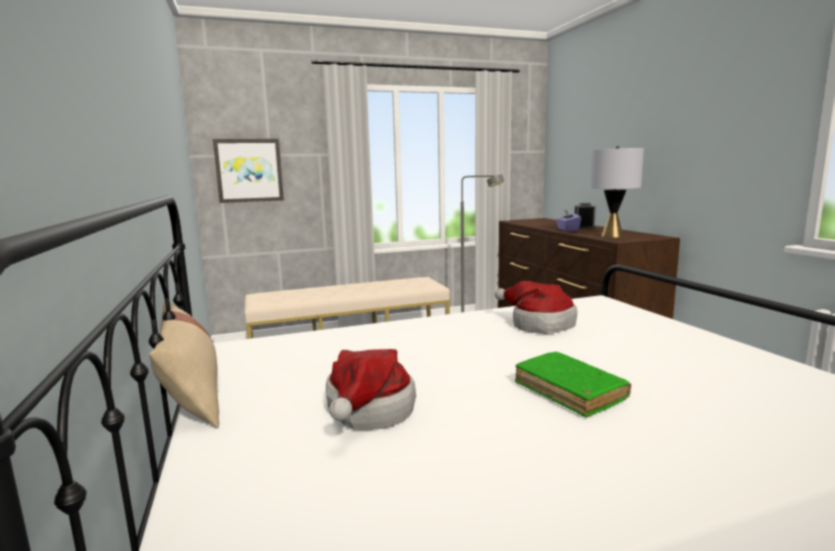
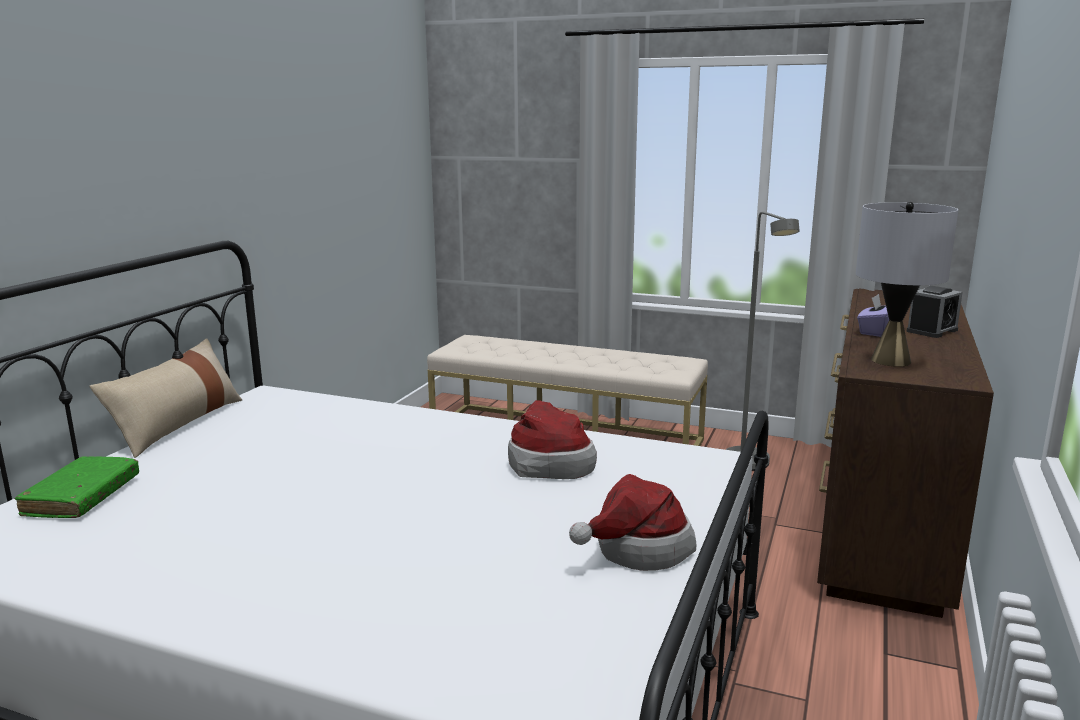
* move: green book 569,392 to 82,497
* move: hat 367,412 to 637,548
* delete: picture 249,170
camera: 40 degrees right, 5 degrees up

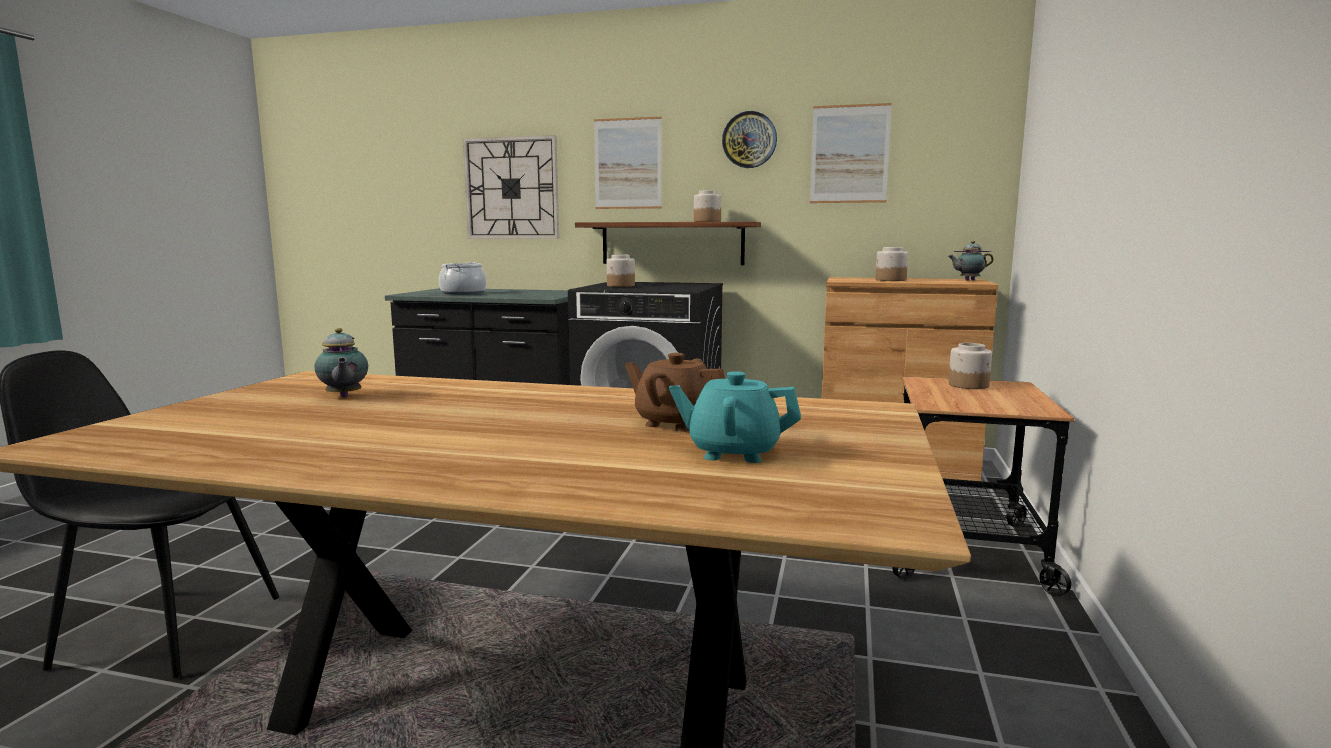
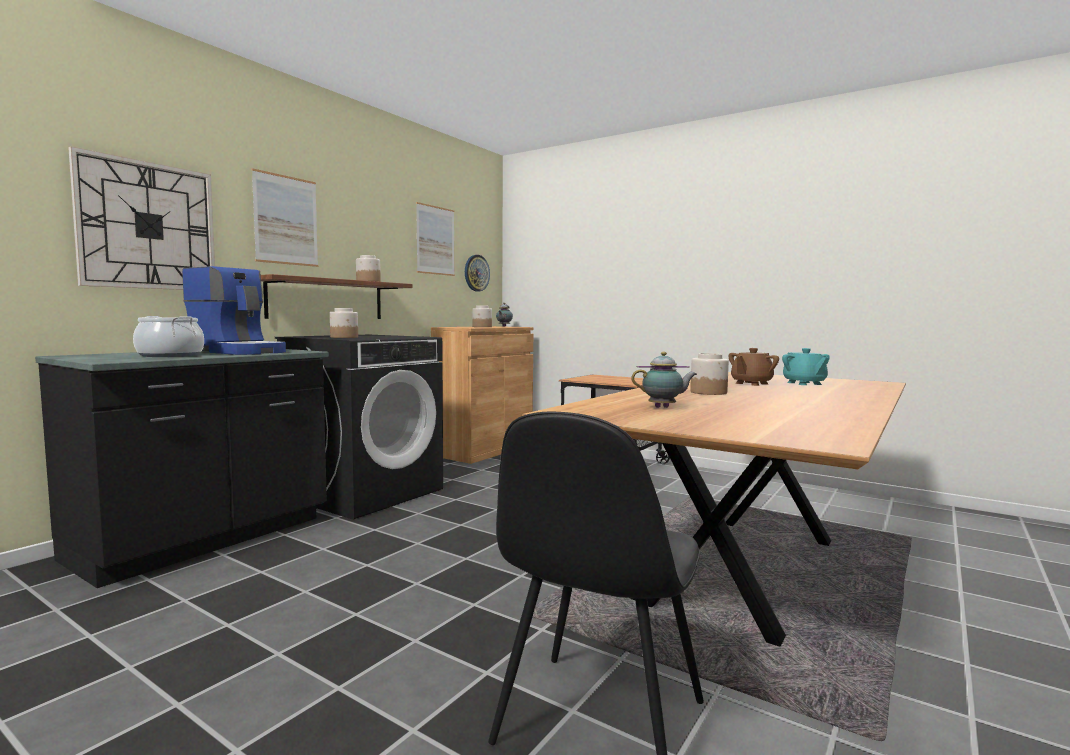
* insert: coffee machine 238,351
* move: wall clock 749,140 to 476,273
* move: jar 969,385 to 708,392
* rotate: turquoise teapot 733,452 = 804,383 45 degrees counterclockwise
camera: 70 degrees left, 5 degrees down

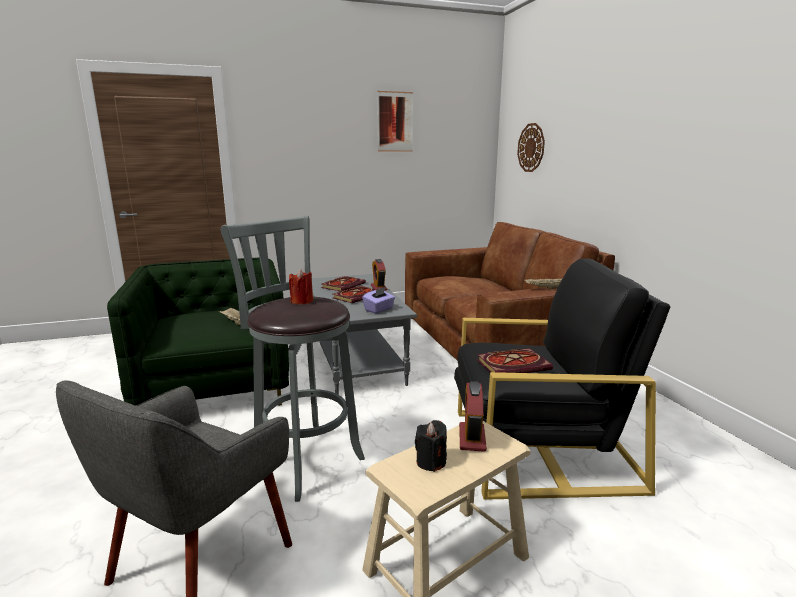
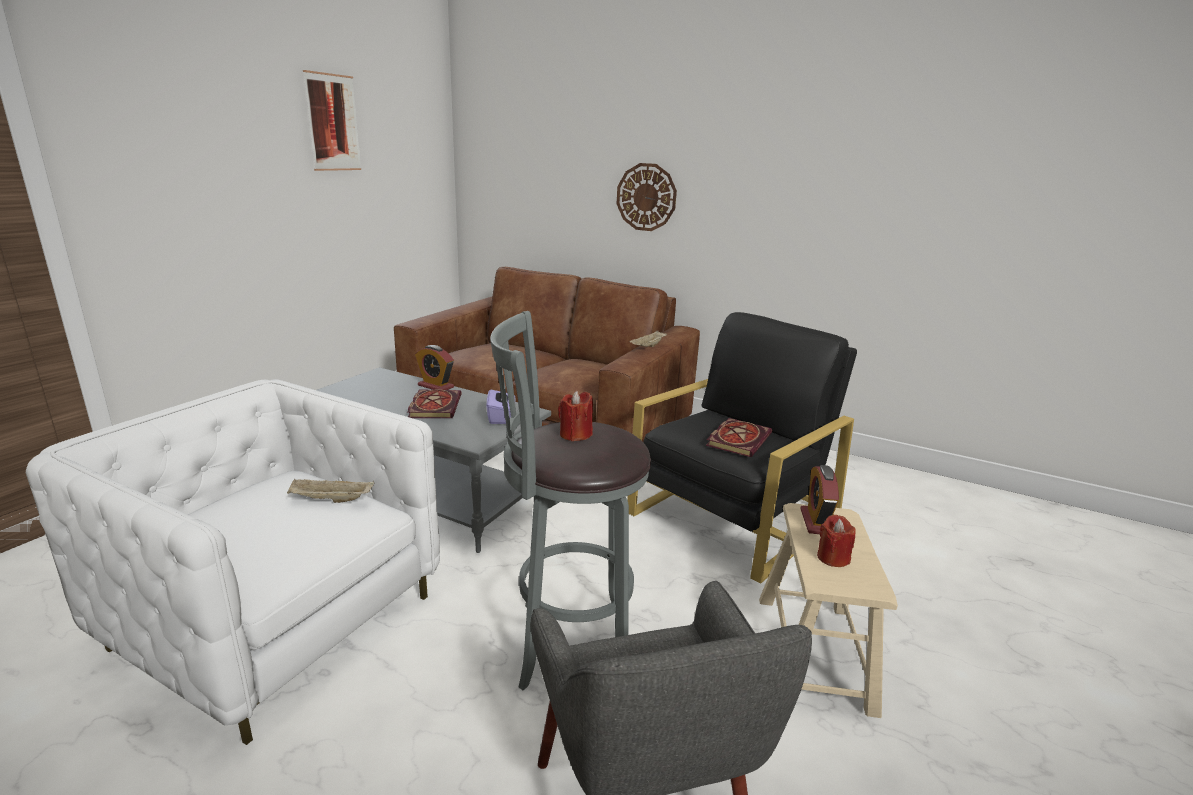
* recolor: green armchair 216,387 to white armchair 277,621
* move: wall clock 531,147 to 646,197
* rotate: alarm clock 472,438 = 817,522 45 degrees clockwise
* recolor: black candle 431,462 to red candle 832,558
* delete: book 343,285
camera: 45 degrees left, 5 degrees up

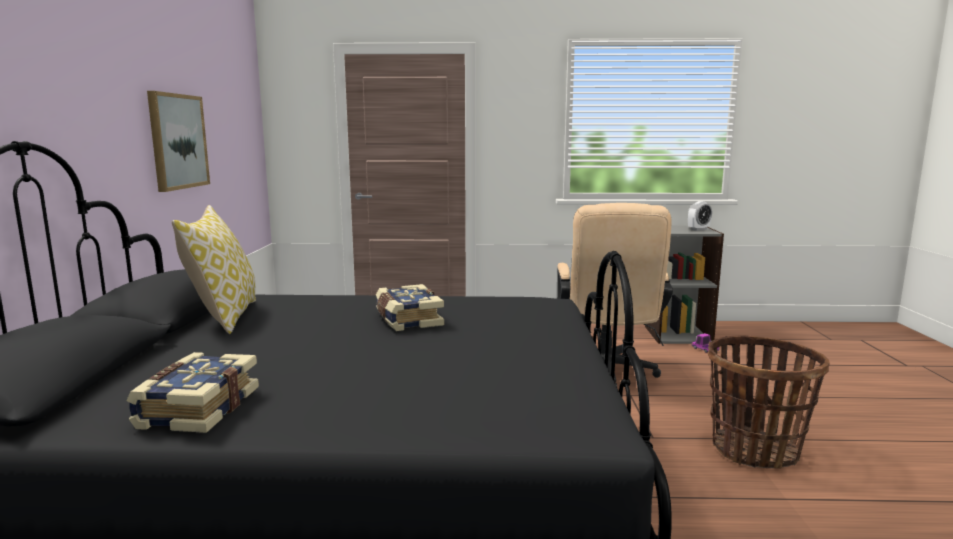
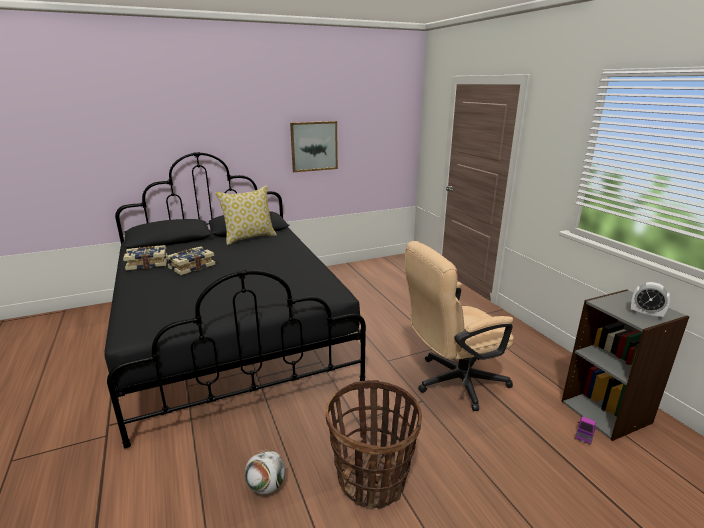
* move: book 407,320 to 191,266
* insert: football 266,486
camera: 65 degrees right, 10 degrees up

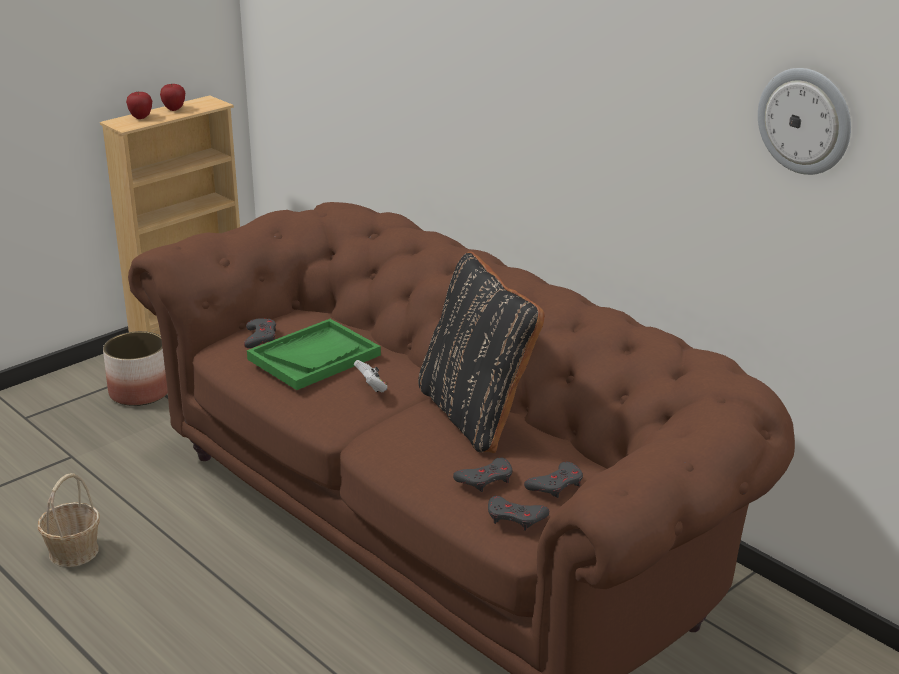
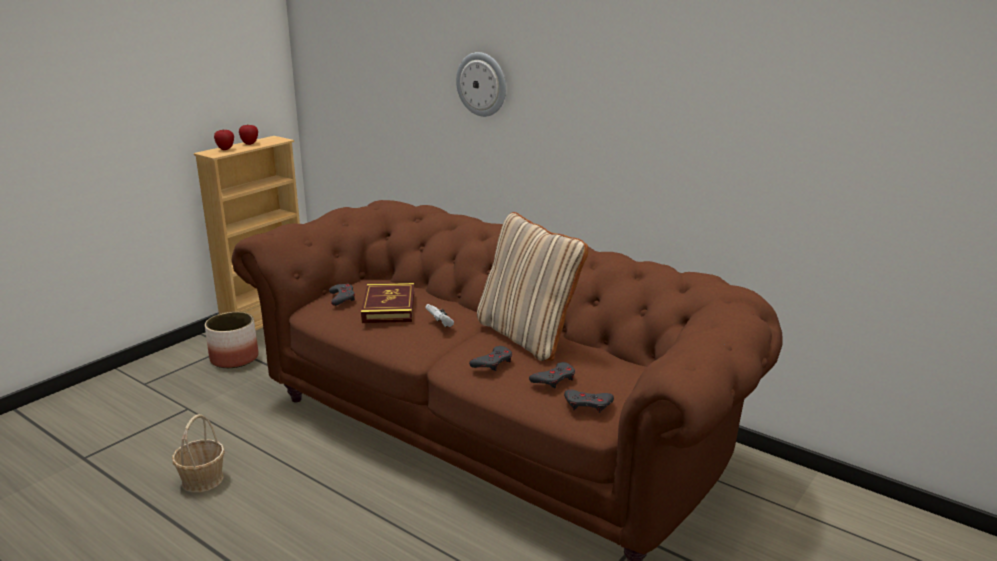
* replace: green tray 314,357 to book 389,307
* move: wall clock 805,121 to 482,84
* move: grey game controller 556,485 to 493,362
* recolor: black pillow 476,414 to beige pillow 528,336
camera: 10 degrees left, 5 degrees down

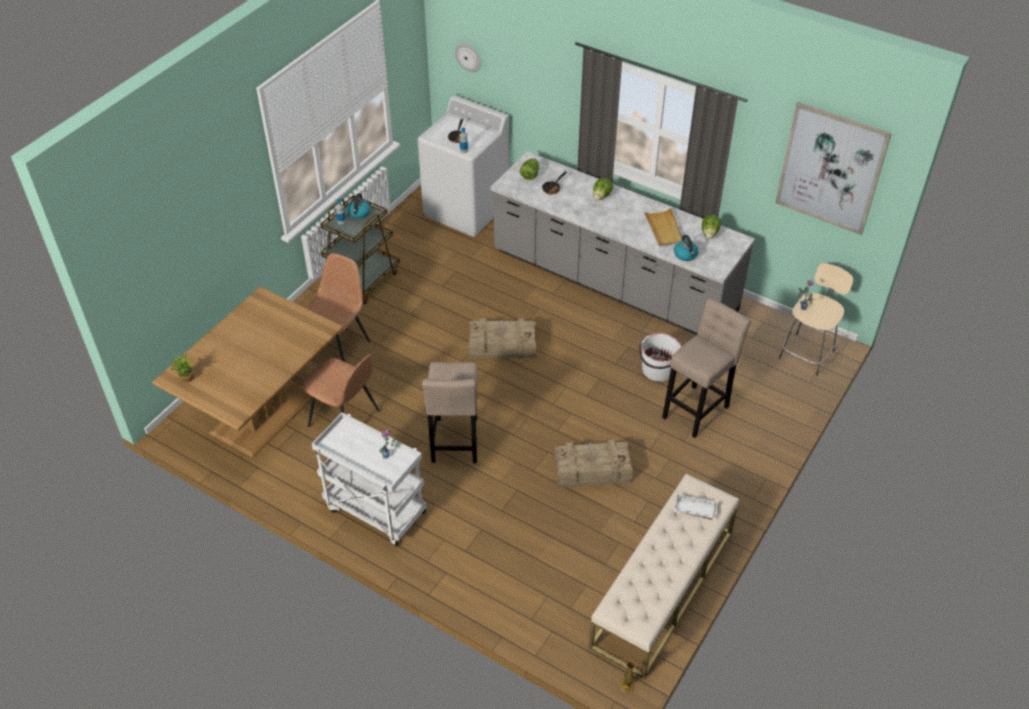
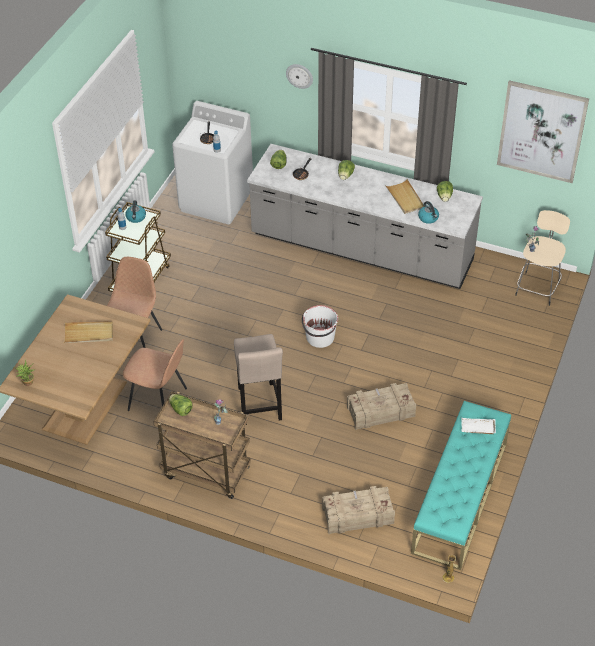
* insert: beige tray 89,334
* recolor: white cart 374,511 to brown cart 205,472
* insert: lettuce 180,409
* move: wall clock 468,57 to 299,75
* move: white bucket 657,370 to 320,338
* move: crate 502,346 to 357,515
* recolor: beige bench 662,588 to turquoise bench 460,498
* delete: beige stool 697,409
camera: 10 degrees left, 0 degrees up

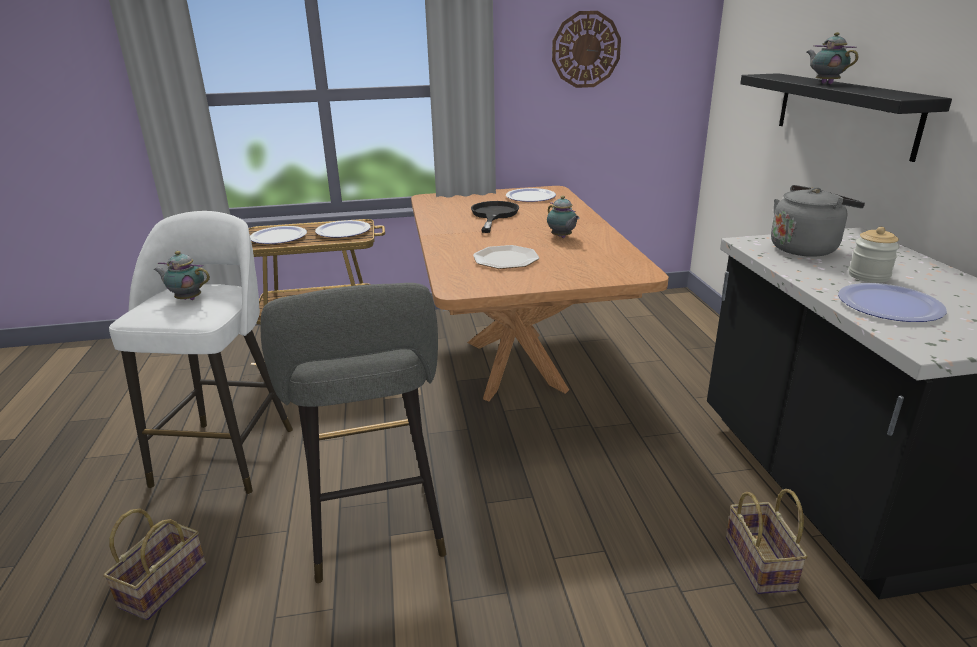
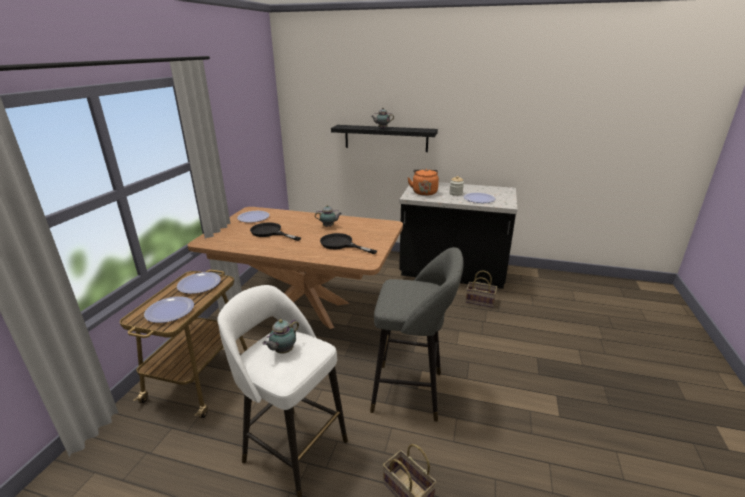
* replace: plate 505,259 to black frying pan 341,244
* recolor: grey kettle 805,248 to orange kettle 424,192
* delete: wall clock 586,50
camera: 65 degrees left, 0 degrees up

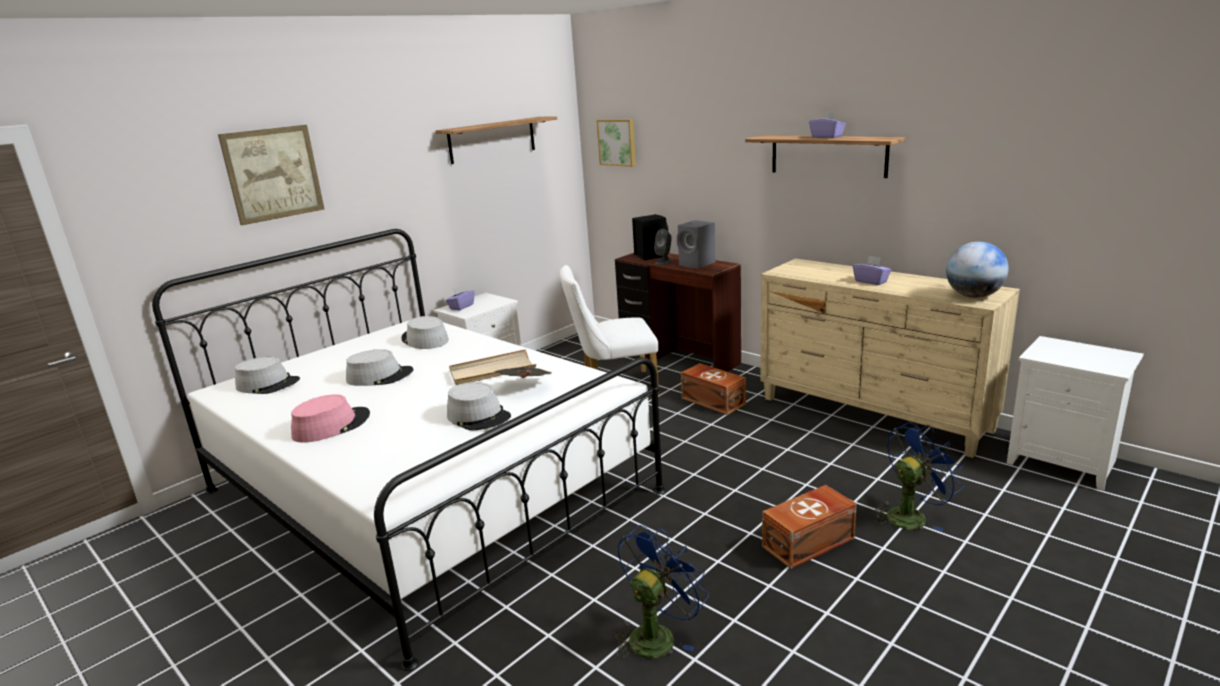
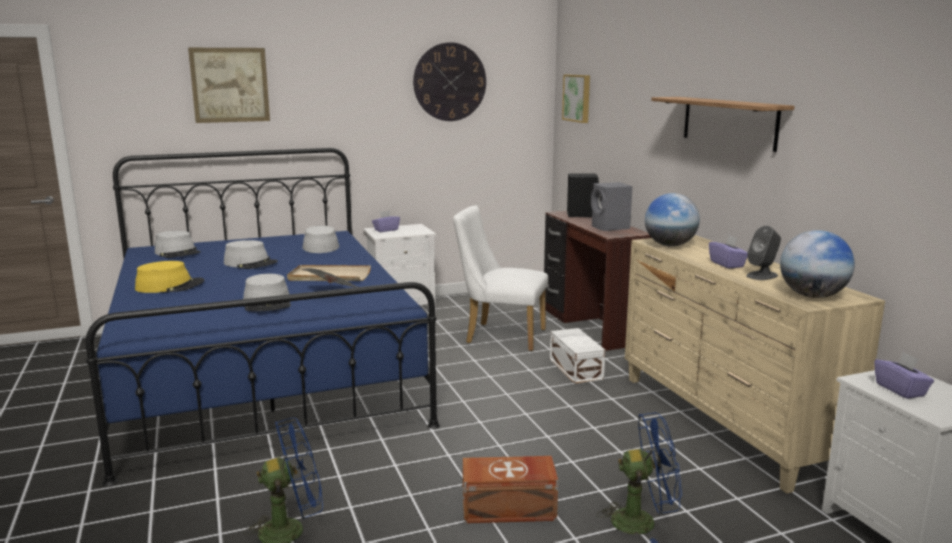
* recolor: white bed 426,491 to blue bed 263,372
* recolor: pink hat 331,426 to yellow hat 170,286
* replace: shelf 492,140 to wall clock 450,82
* recolor: brown storage box 713,401 to white storage box 576,368
* insert: globe 670,245
* move: grey speaker 664,261 to 762,275
* move: purple tissue box 827,137 to 900,390
camera: 25 degrees right, 5 degrees down

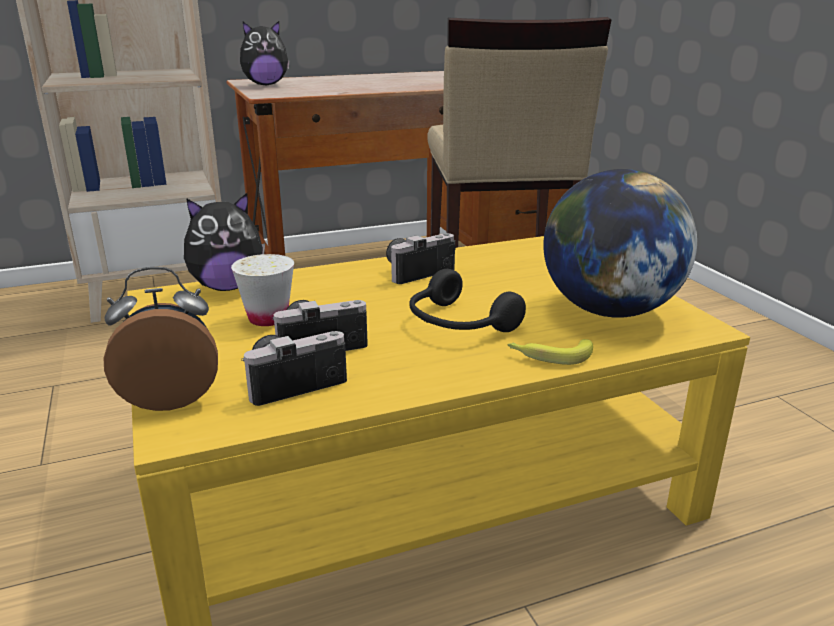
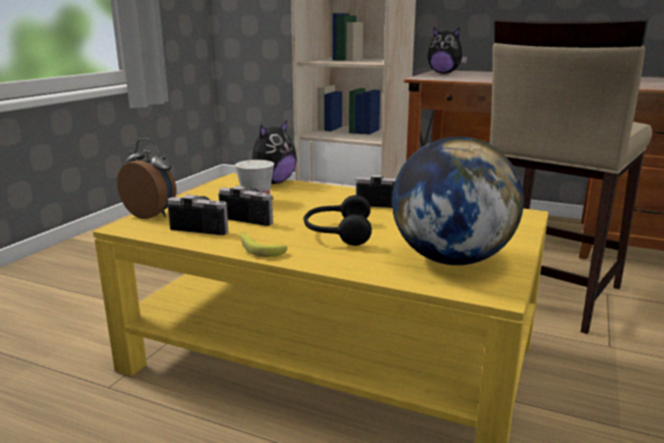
* move: banana 549,355 to 259,248
* rotate: plush toy 227,286 = 272,182 75 degrees counterclockwise
camera: 45 degrees right, 5 degrees down

